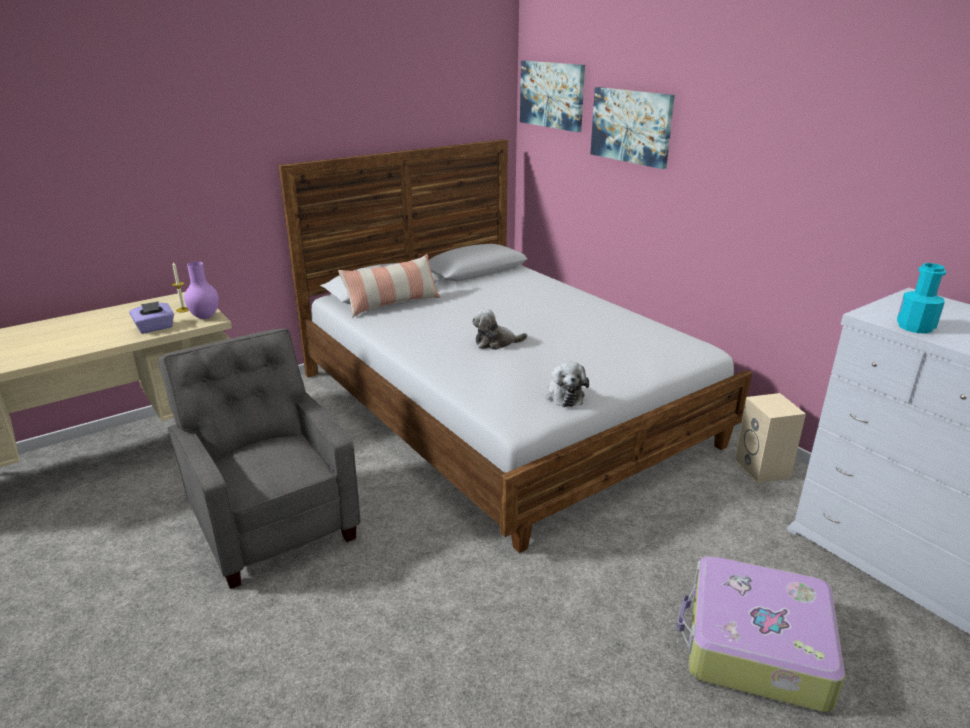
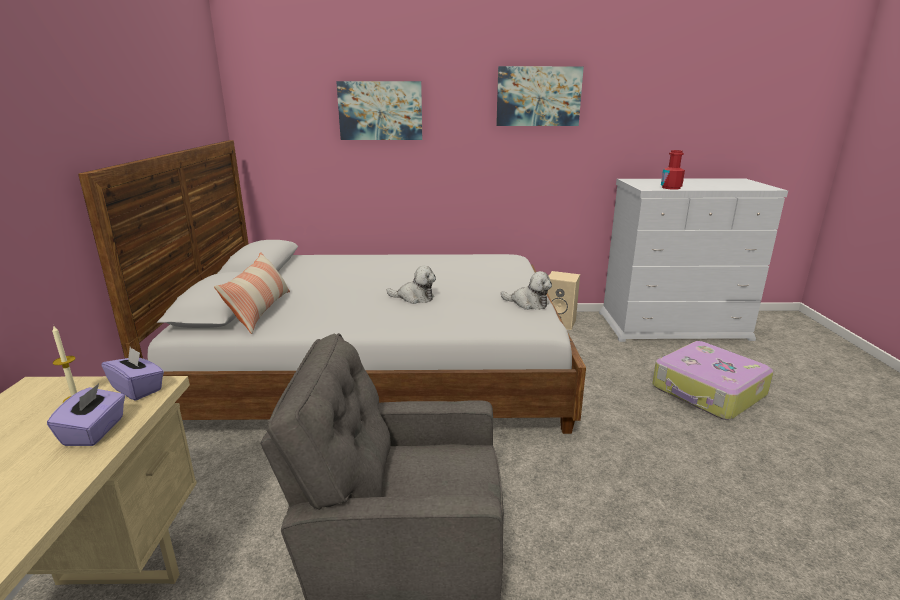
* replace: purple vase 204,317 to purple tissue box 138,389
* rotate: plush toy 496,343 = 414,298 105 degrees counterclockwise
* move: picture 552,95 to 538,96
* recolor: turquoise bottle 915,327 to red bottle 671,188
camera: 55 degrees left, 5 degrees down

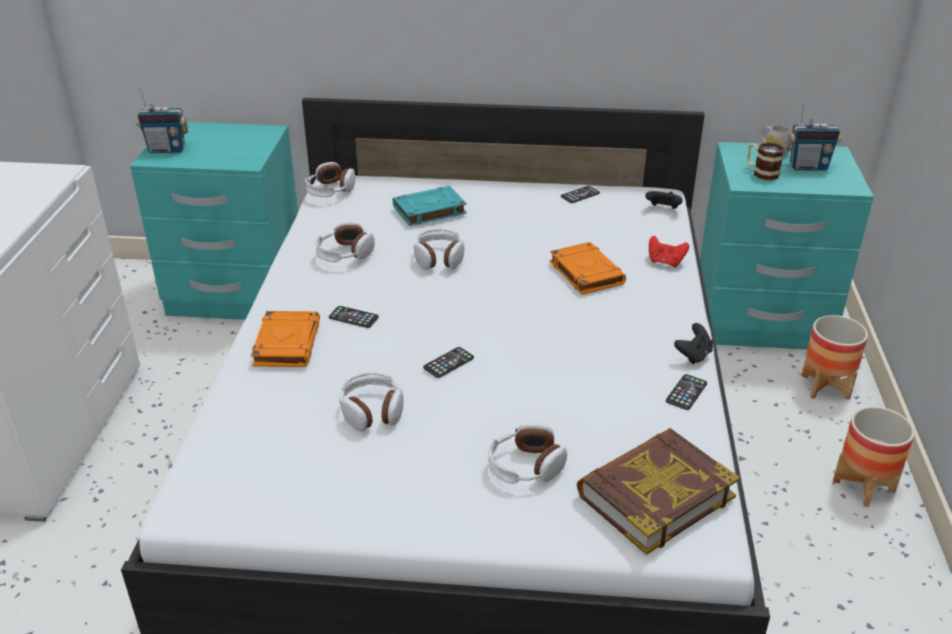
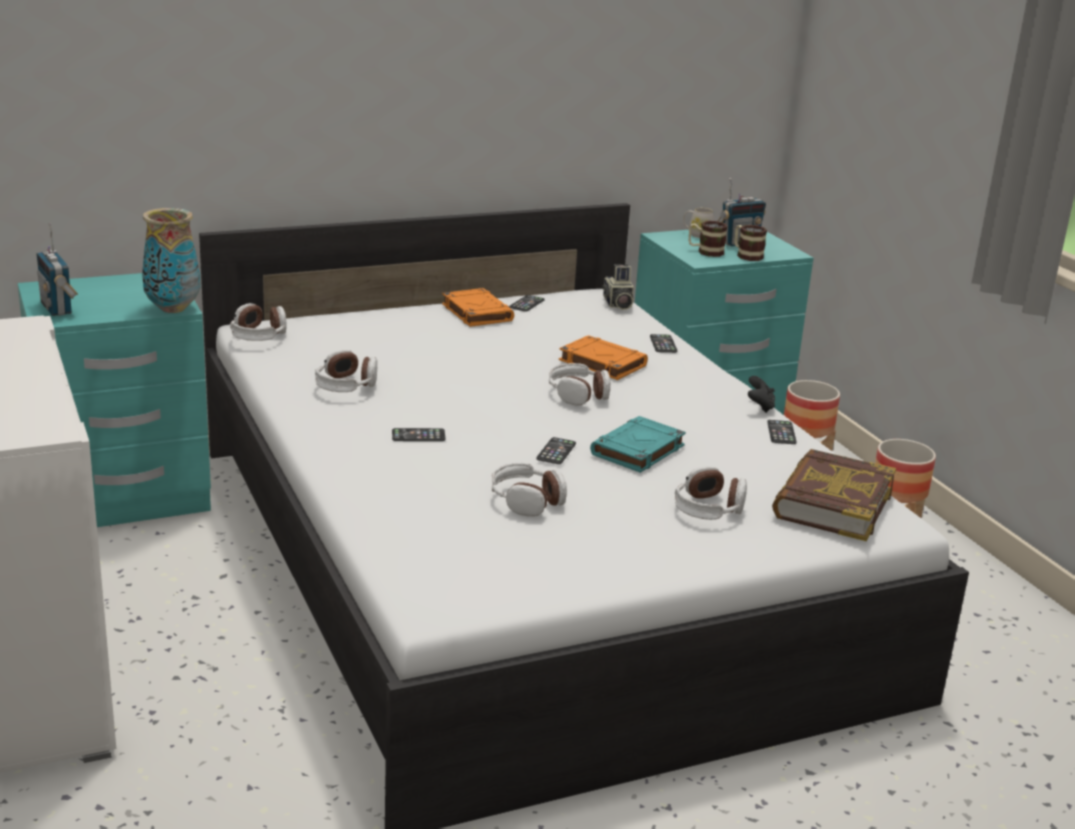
* rotate: radio 167,149 = 58,309 90 degrees clockwise
* insert: vase 172,309
* move: orange book 287,343 to 476,312
* move: headphones 439,258 to 578,394
* move: turquoise book 429,210 to 637,451
* replace: black game controller 663,209 to photo camera 617,304
* replace: red game controller 665,262 to phone 663,344
* insert: mug 746,255
camera: 30 degrees left, 10 degrees down

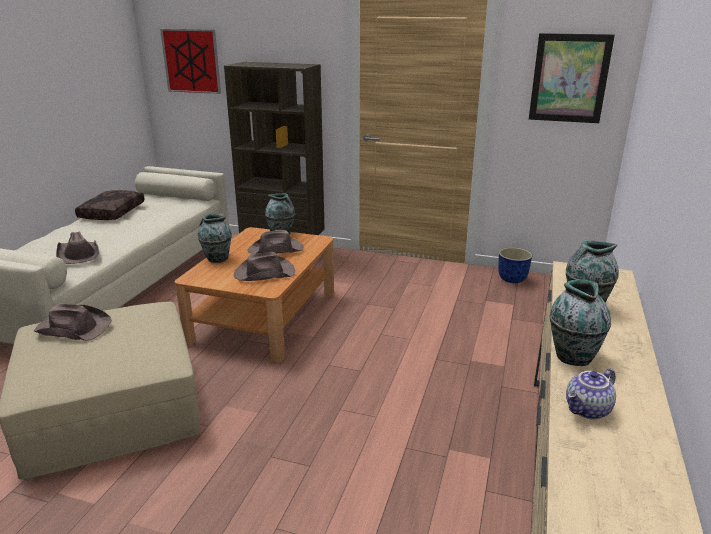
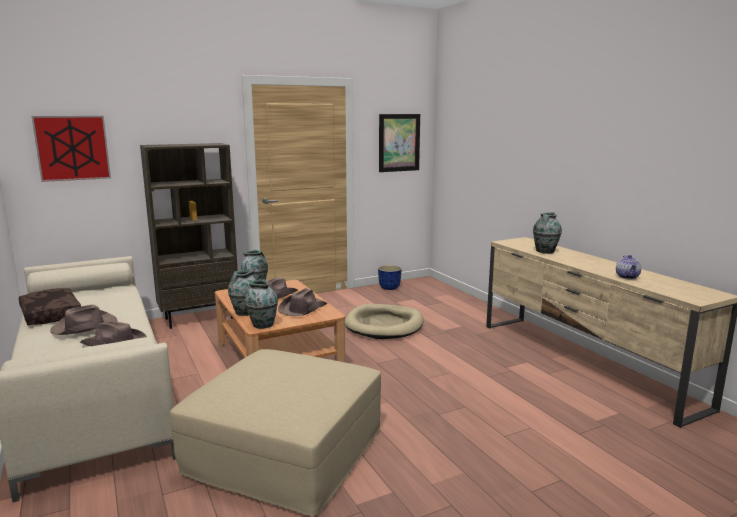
* move: brown hat 73,328 to 84,327
* move: vase 573,356 to 262,325
* insert: beige dog bed 384,325
camera: 45 degrees left, 10 degrees down

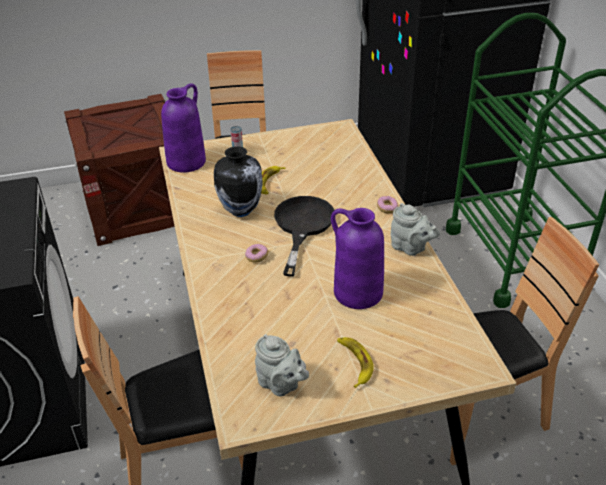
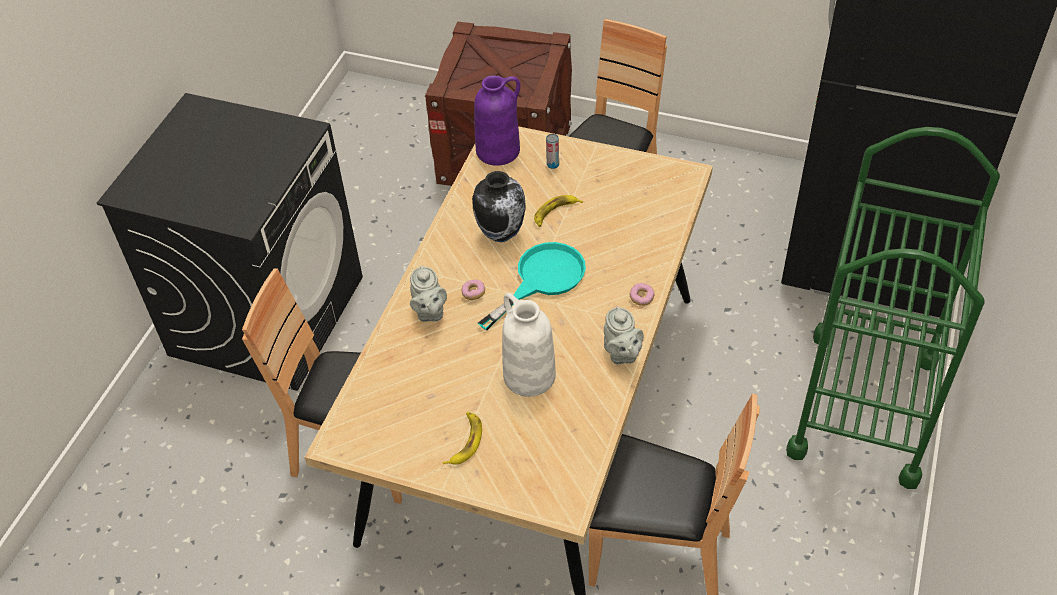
* move: grey teapot 281,385 to 429,312
* recolor: black frying pan 302,226 to turquoise frying pan 542,279
* recolor: purple vase 357,293 to white vase 528,376
camera: 35 degrees right, 10 degrees up

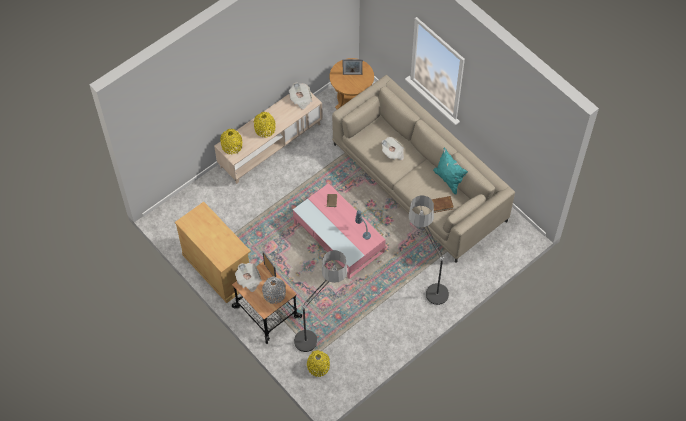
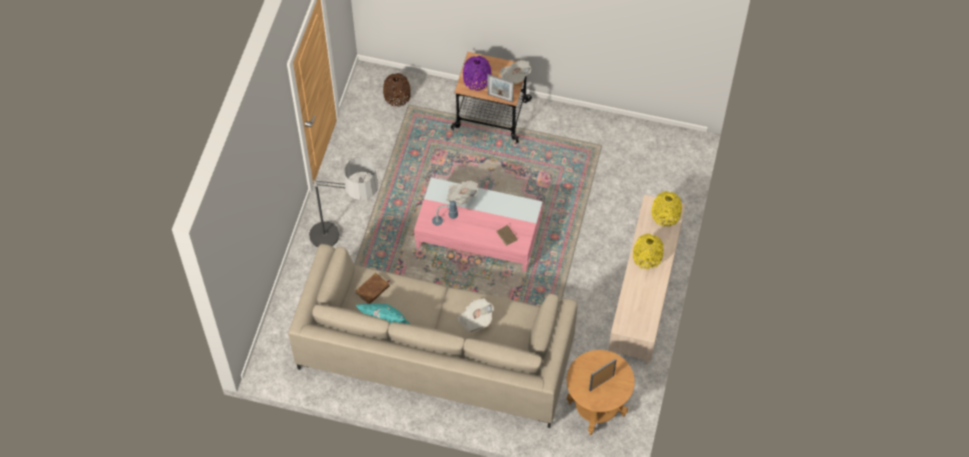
* recolor: yellow vase 318,367 to brown vase 397,96
* move: newspaper 300,99 to 461,196
* recolor: grey vase 274,294 to purple vase 477,79
* delete: beige cabinet 218,268
* delete: floor lamp 319,329
camera: 145 degrees right, 0 degrees up

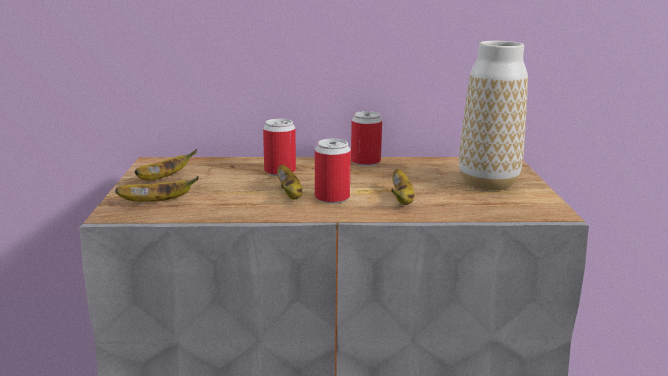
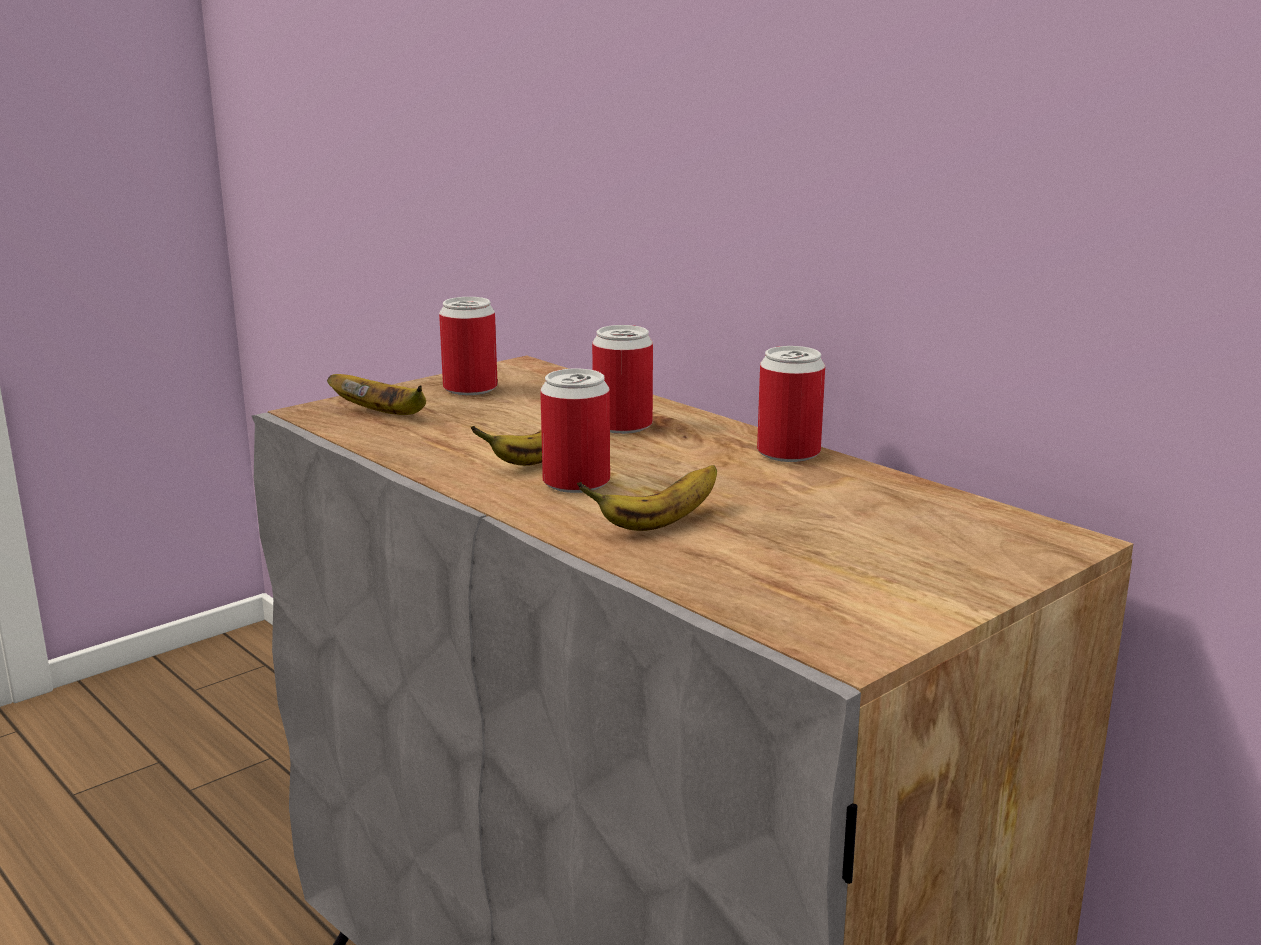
* replace: banana 163,178 to can 470,389
* delete: vase 488,183
camera: 50 degrees right, 0 degrees up

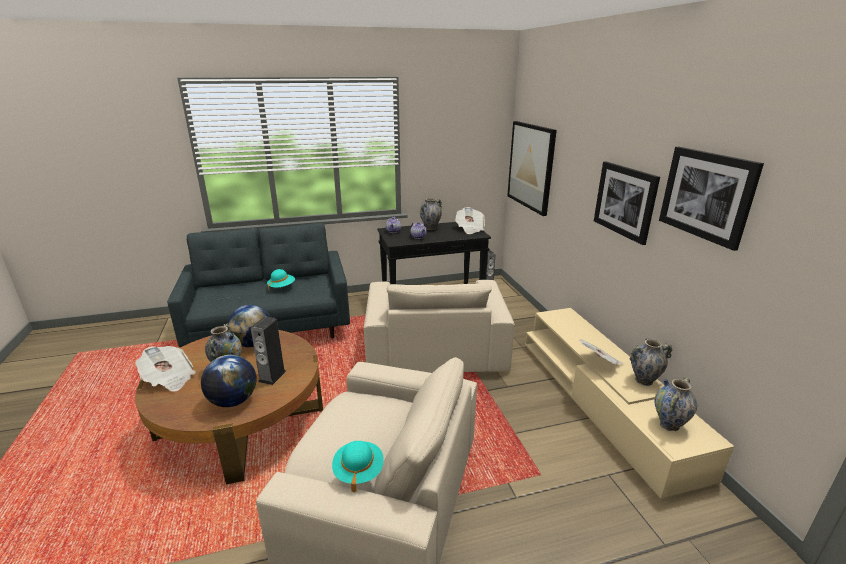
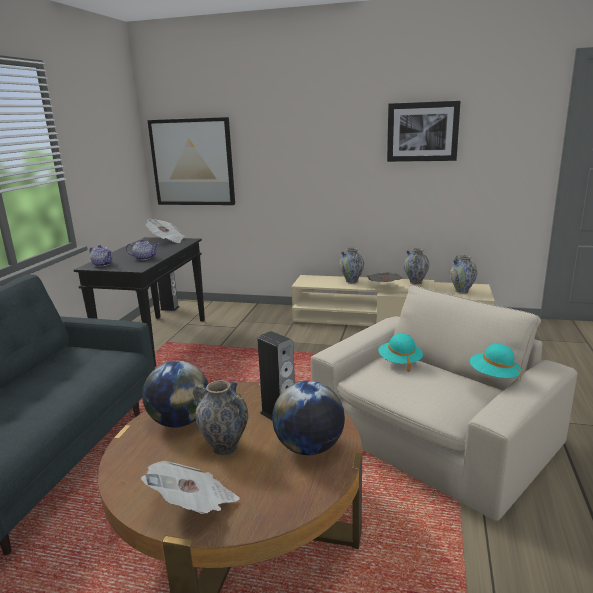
* move: vase 430,228 to 351,281
* move: turquoise hat 281,287 to 399,362
* delete: beige armchair 434,347
* delete: picture 625,201
camera: 60 degrees left, 5 degrees down

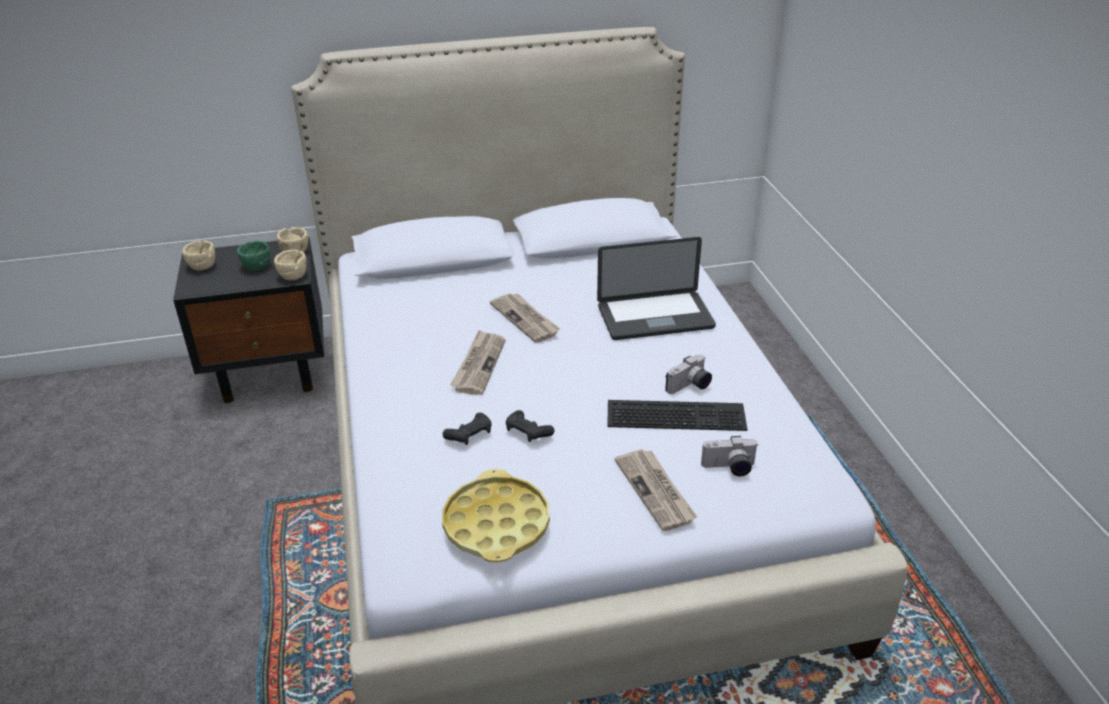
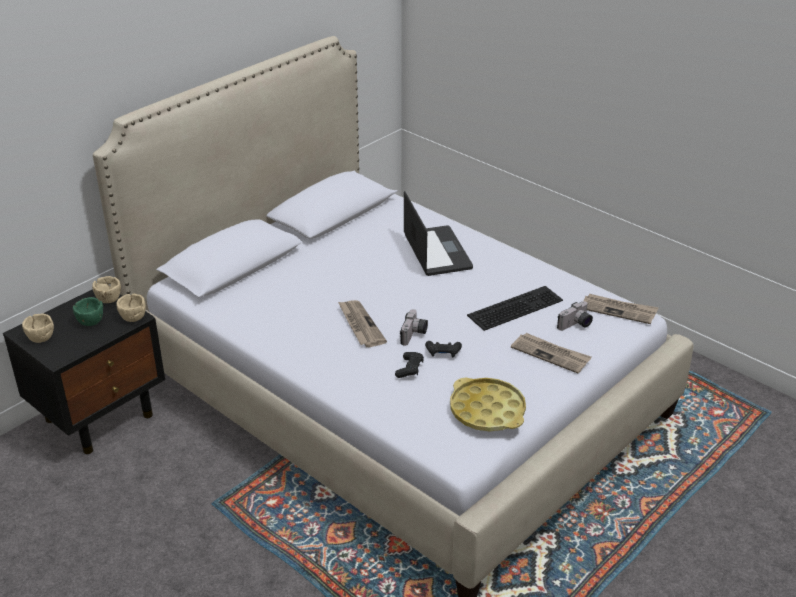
* move: photo camera 690,387 to 414,335
* rotate: laptop 655,317 = 437,252 60 degrees counterclockwise
* move: newspaper 526,319 to 619,310
camera: 35 degrees left, 0 degrees up

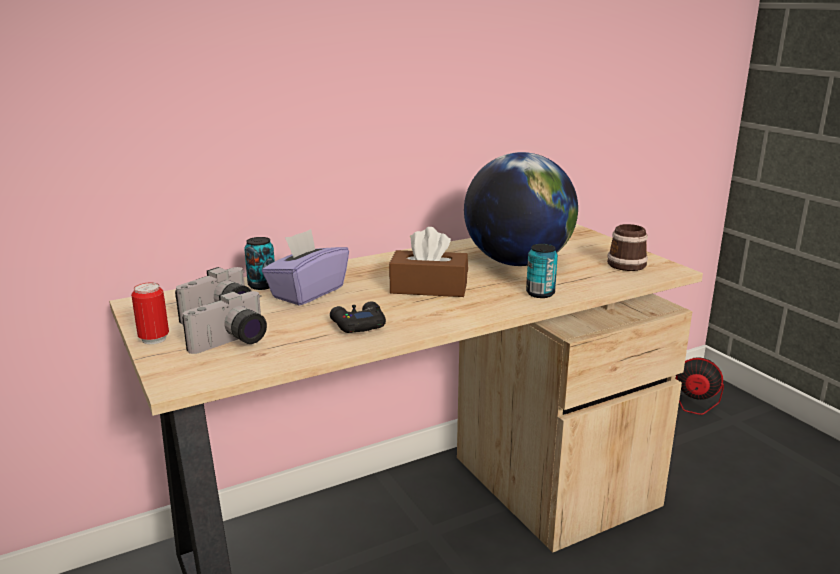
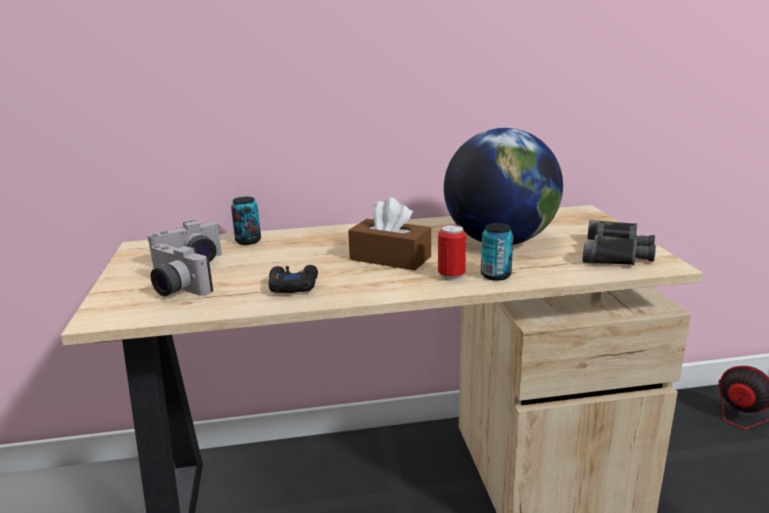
* rotate: photo camera 232,343 = 174,290 60 degrees clockwise
* move: can 154,339 to 451,276
* replace: mug 625,263 to black binoculars 617,253
* delete: purple tissue box 307,292
camera: 20 degrees right, 0 degrees up

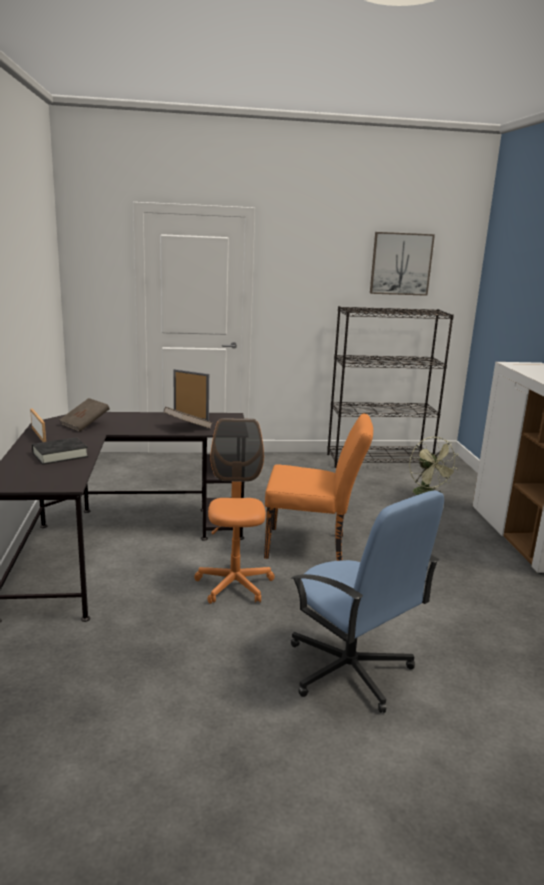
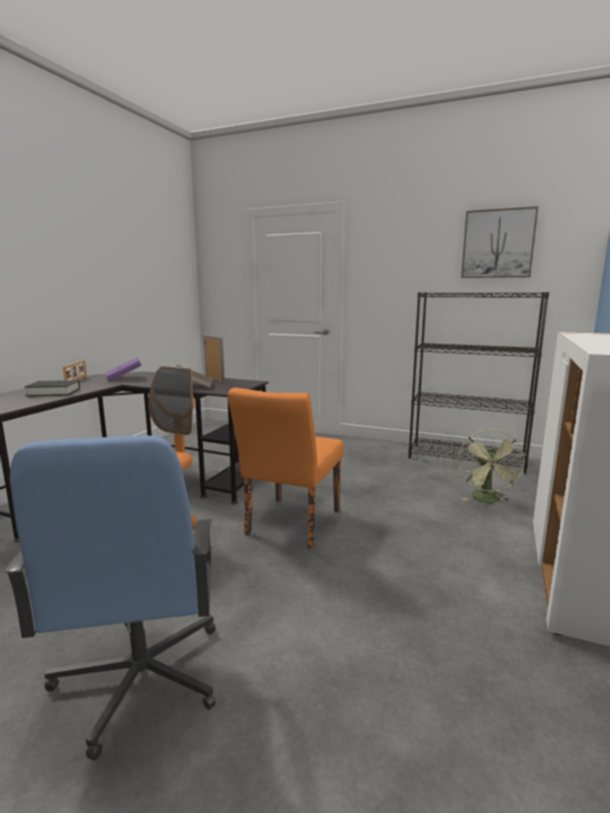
* recolor: brown book 85,425 to purple book 124,378
* rotate: orange chair 313,547 = 289,525 75 degrees clockwise
camera: 30 degrees right, 5 degrees down

